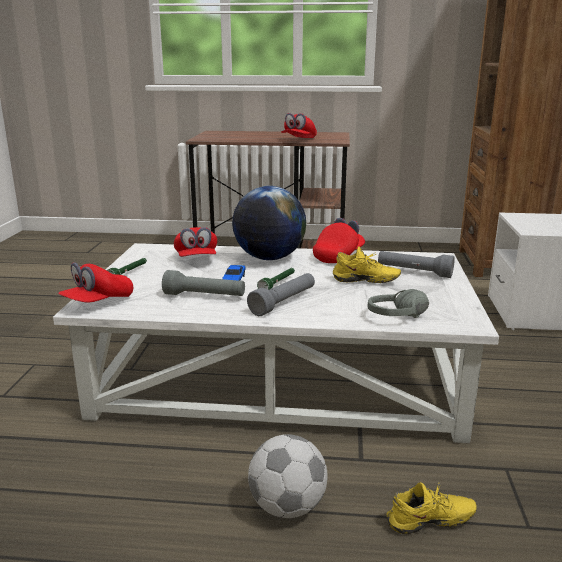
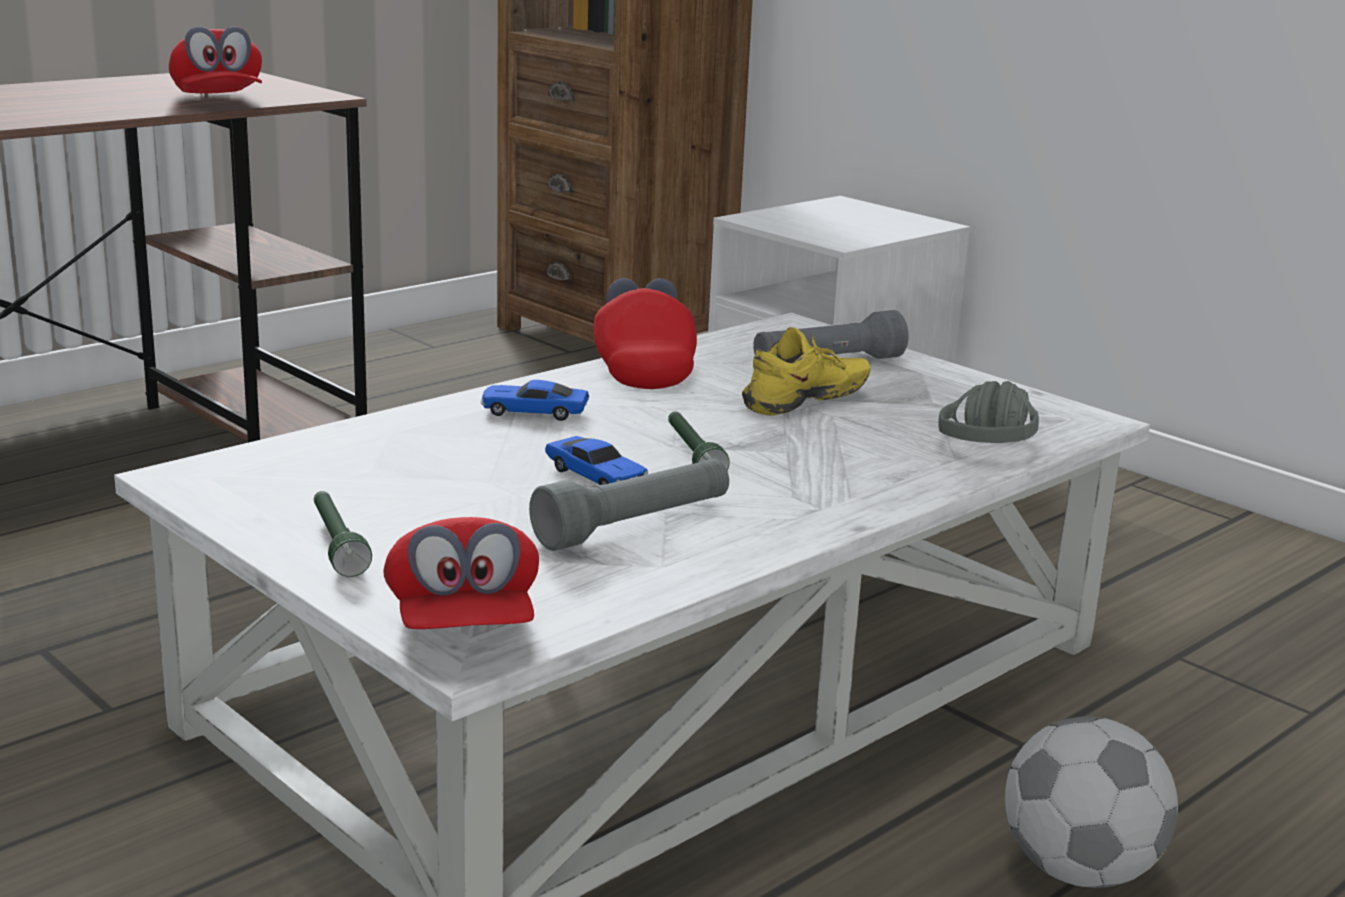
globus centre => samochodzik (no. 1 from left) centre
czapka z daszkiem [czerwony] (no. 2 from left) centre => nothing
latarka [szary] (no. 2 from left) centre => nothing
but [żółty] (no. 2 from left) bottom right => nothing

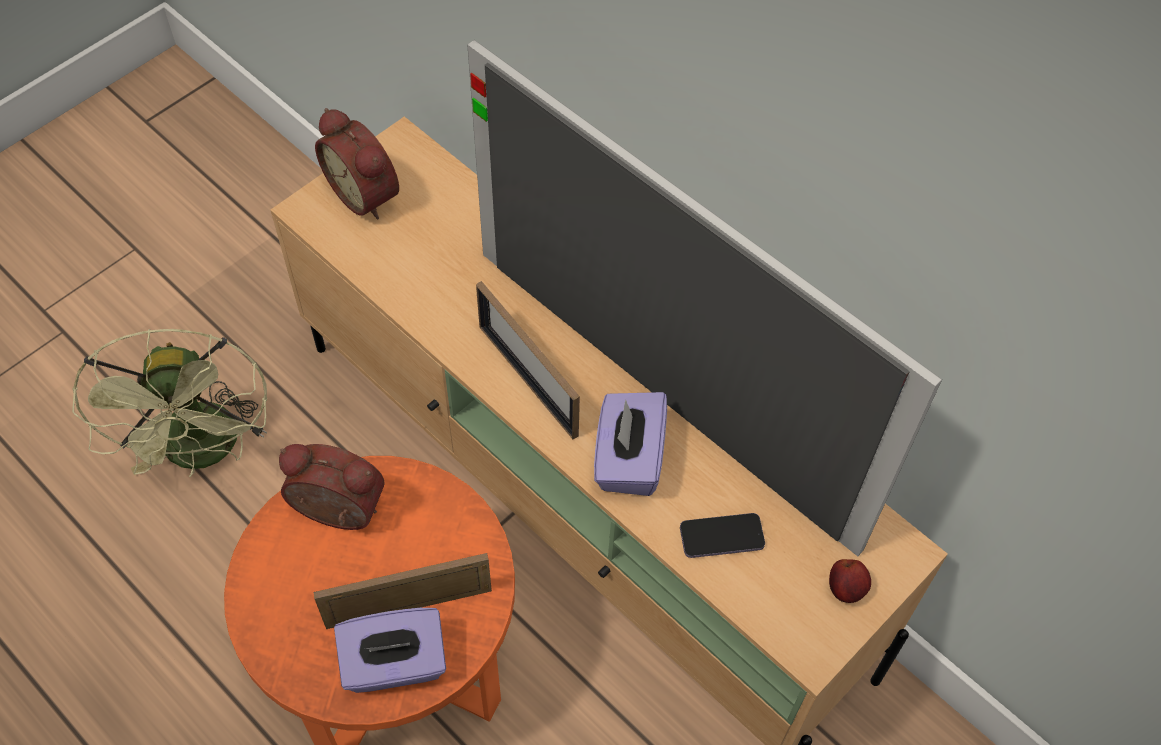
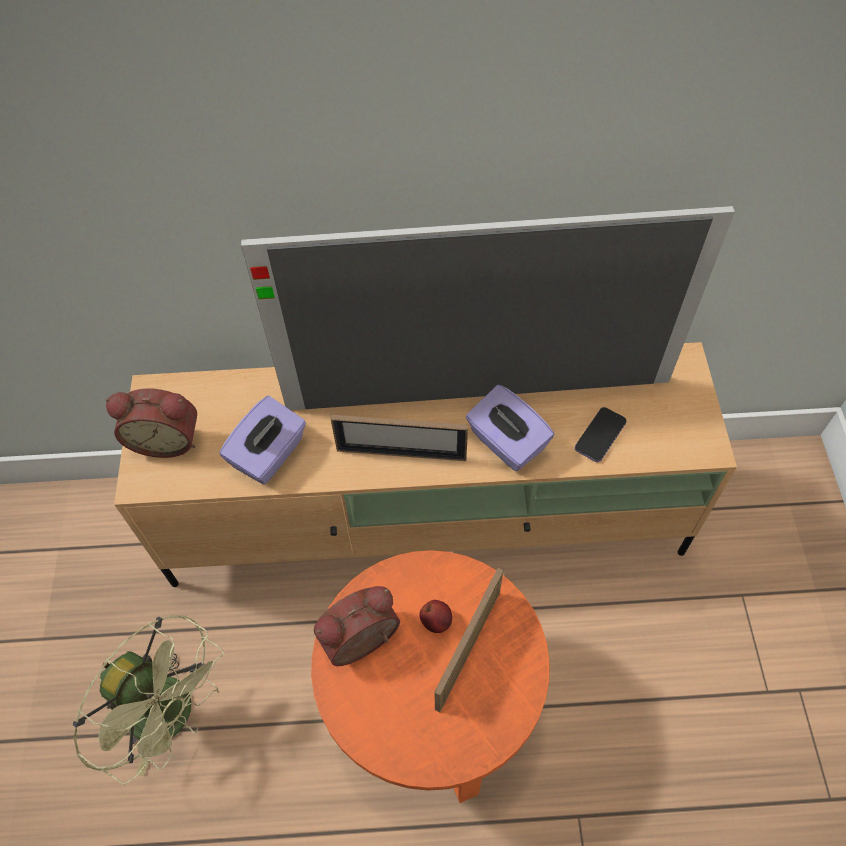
pudełko chusteczek [fioletowy] (no. 1 from left) bottom centre => pudełko chusteczek [fioletowy] (no. 1 from left) middle left, relocated
jabłko bottom right => jabłko bottom centre, relocated

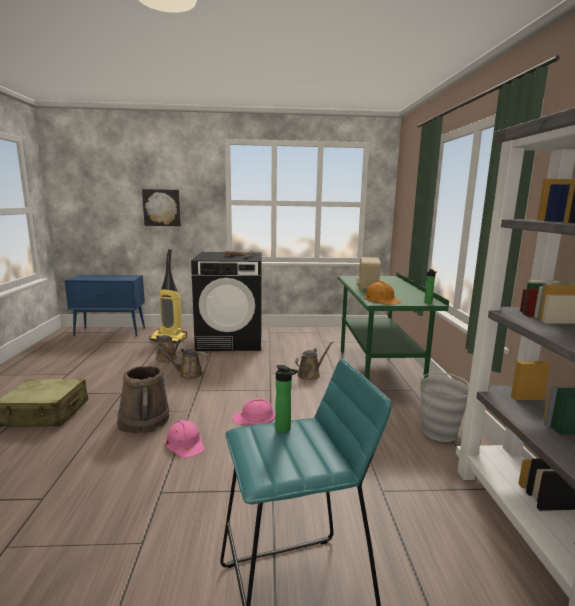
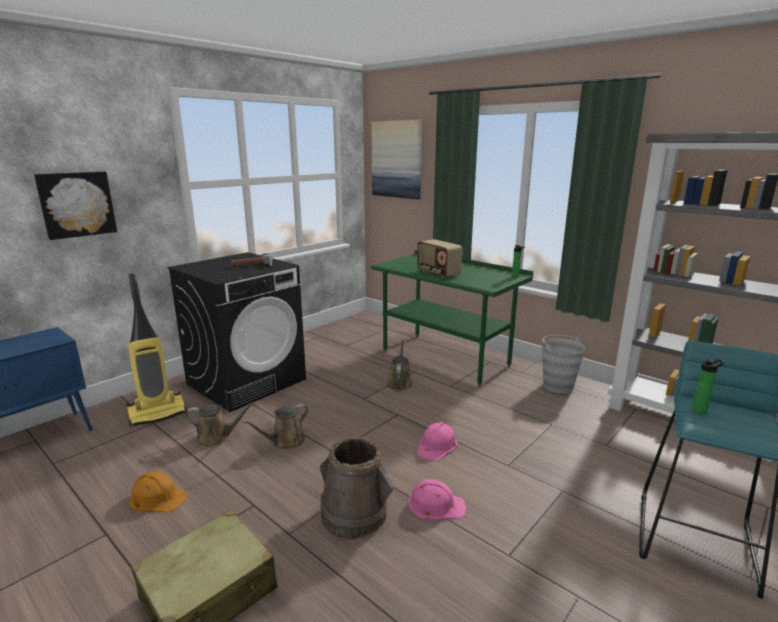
kask [pomarańczowy] centre => kask [pomarańczowy] bottom left, relocated
nothing => obraz (no. 2 from left) top centre

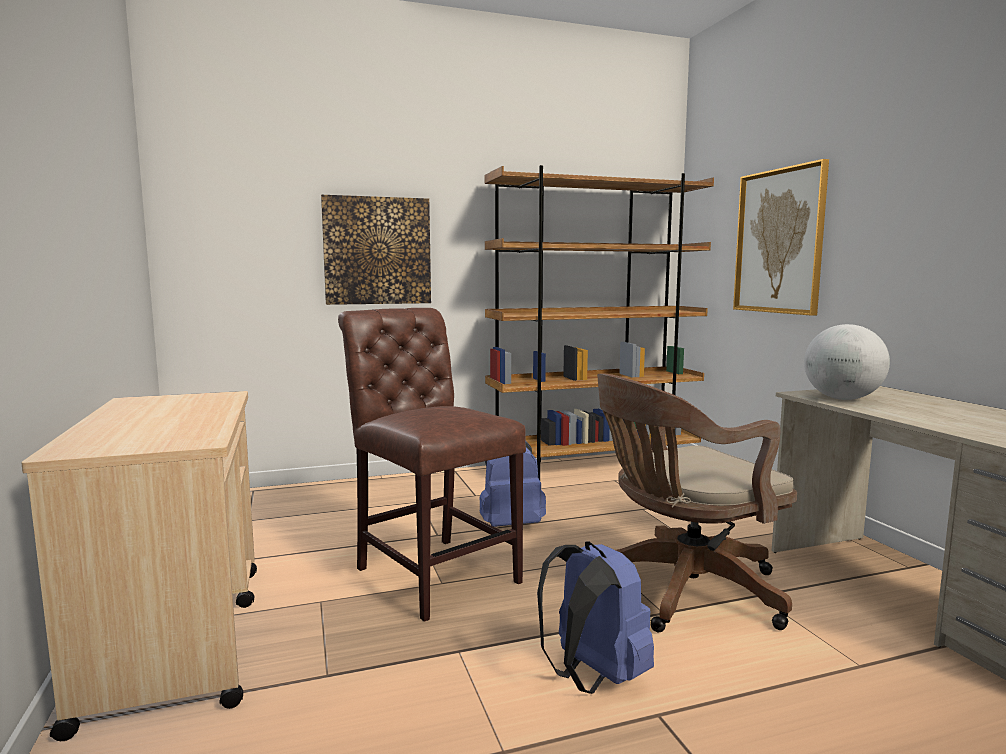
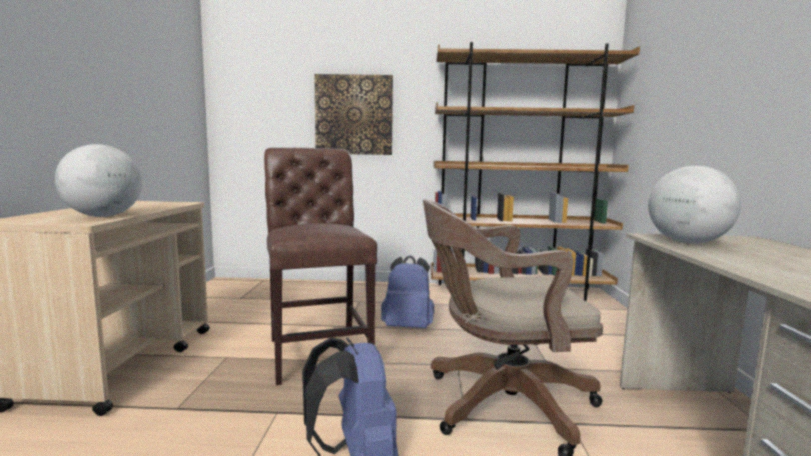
nothing => globus (no. 1 from left) middle left
obraz (no. 2 from left) top right => nothing

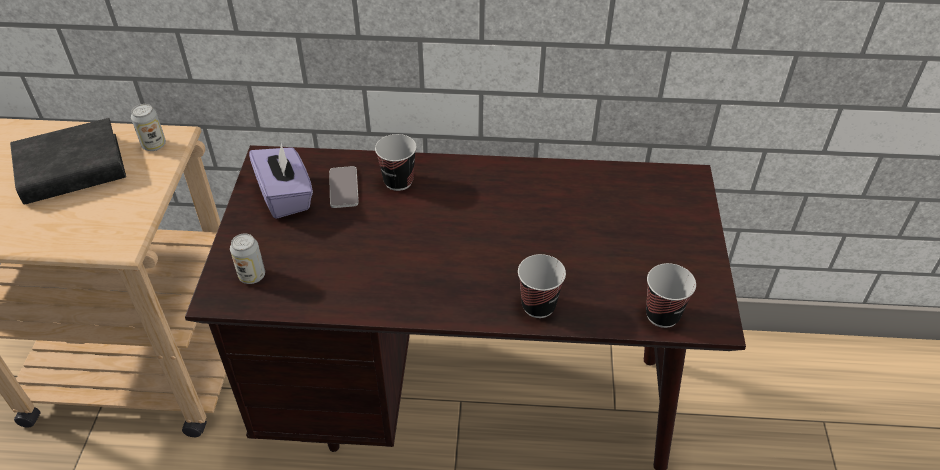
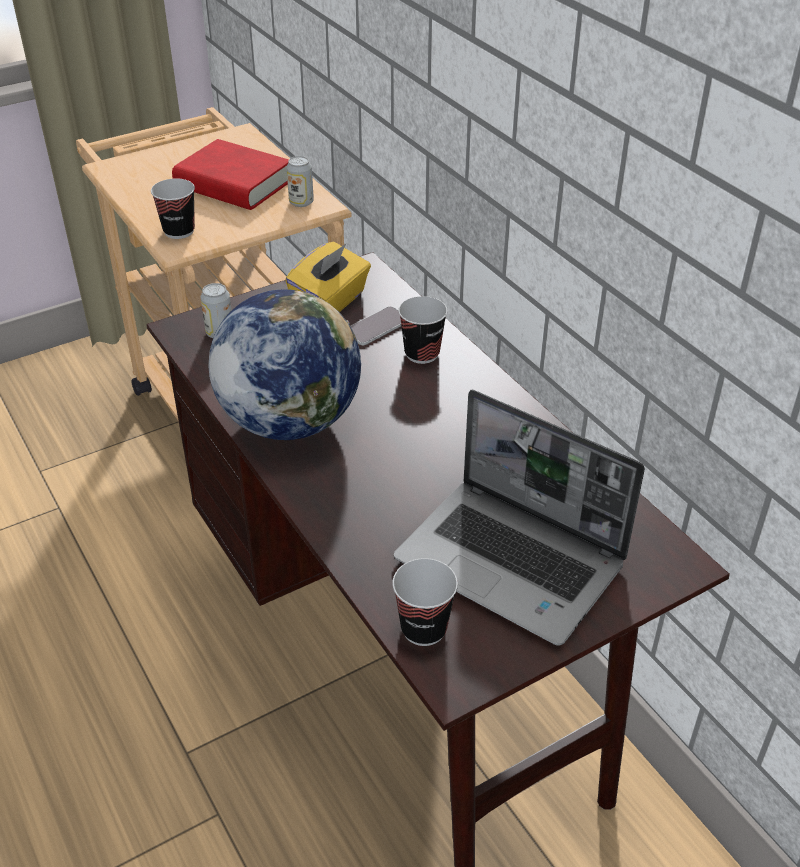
filiżanka (no. 2 from left in the first image) centre => filiżanka (no. 1 from left) top left, relocated
książka [czarny] middle left => książka [czerwony] top left
nothing => globus centre
pudełko chusteczek [fioletowy] middle left => pudełko chusteczek [żółty] top centre
nothing => laptop centre

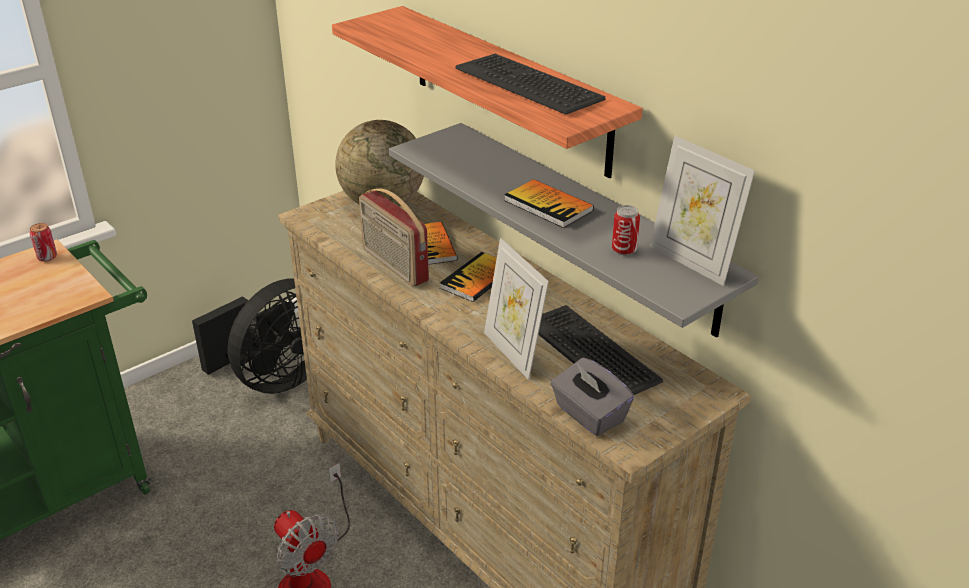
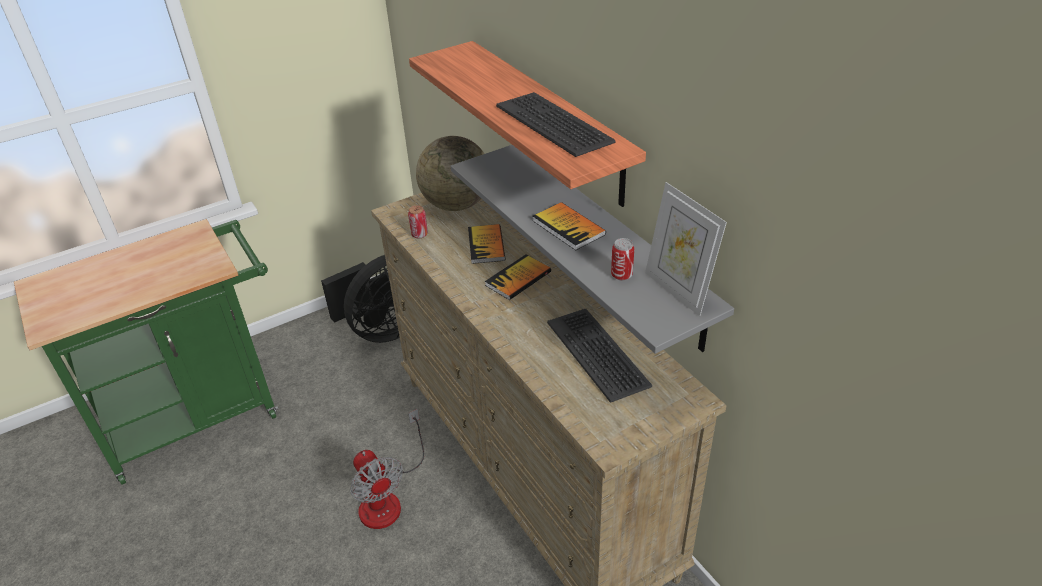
puszka (no. 1 from left) middle left => puszka (no. 1 from left) centre, relocated
radio centre => nothing
ramka na zdjęcie (no. 1 from left) centre => nothing
pudełko chusteczek [szary] bottom centre => nothing

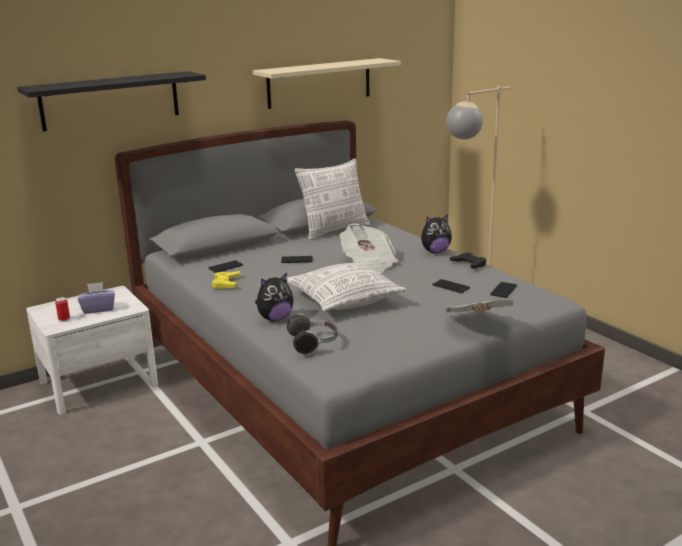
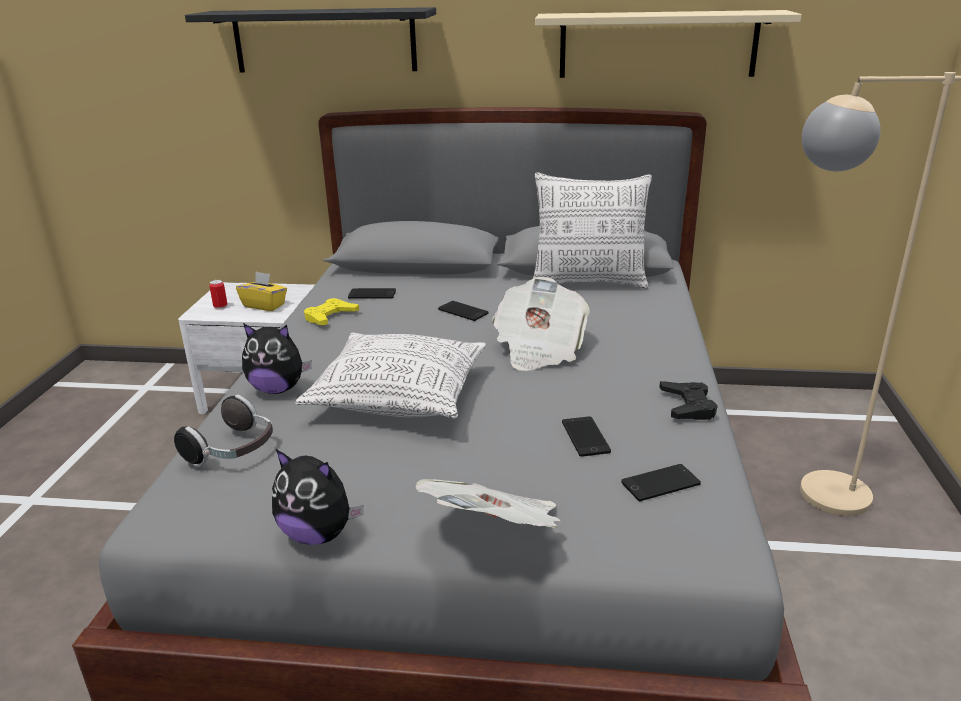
pudełko chusteczek [fioletowy] middle left => pudełko chusteczek [żółty] middle left
pluszak (no. 2 from left) centre => pluszak (no. 2 from left) bottom left, relocated

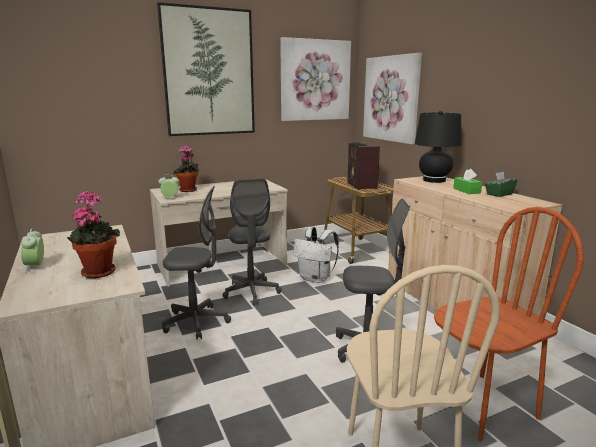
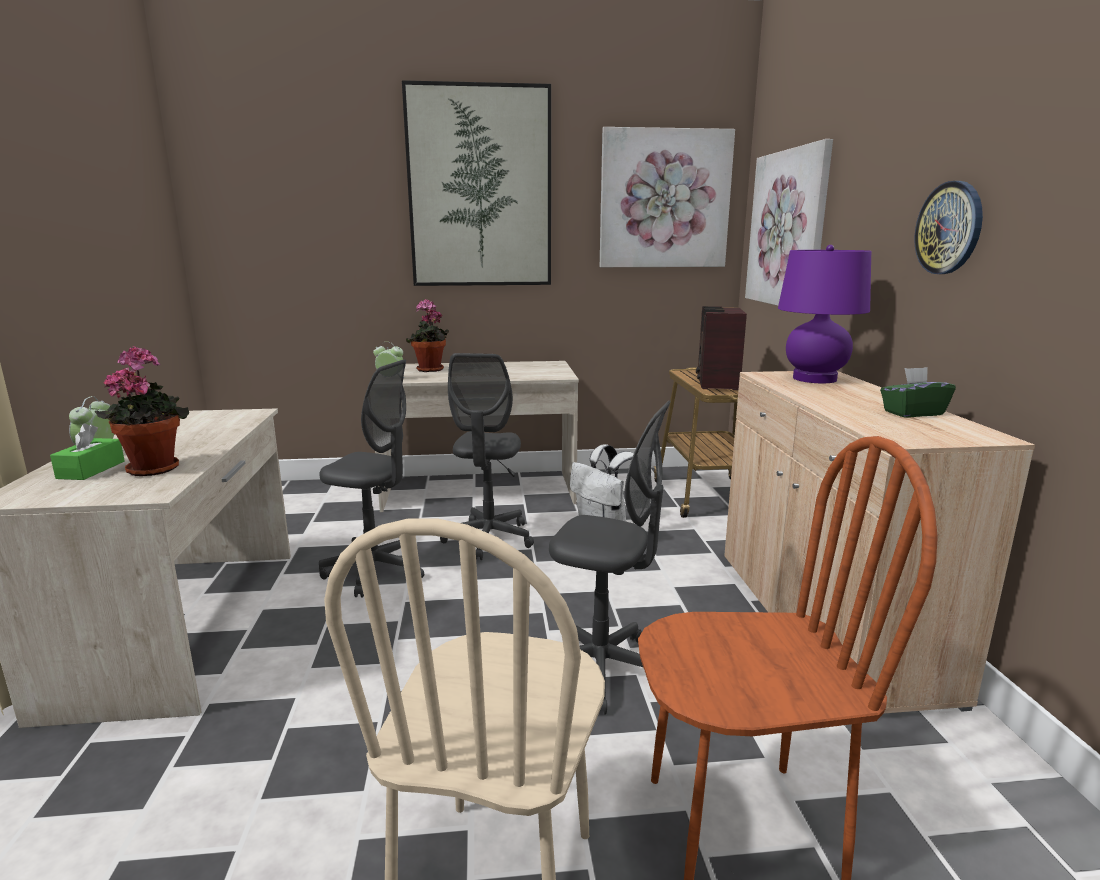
pudełko chusteczek [zielony] (no. 1 from left) middle right => pudełko chusteczek [zielony] (no. 1 from left) middle left, relocated
lampa stołowa [czarny] top right => lampa stołowa [fioletowy] middle right
nothing => zegar ścienny top right

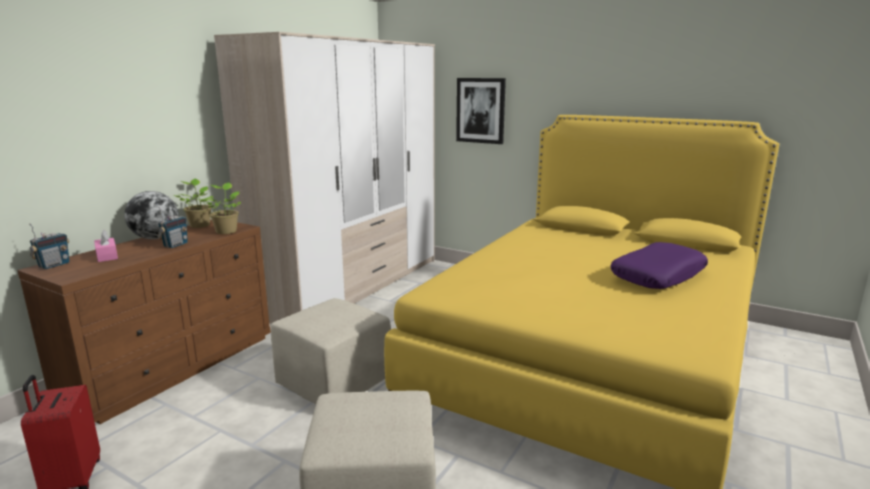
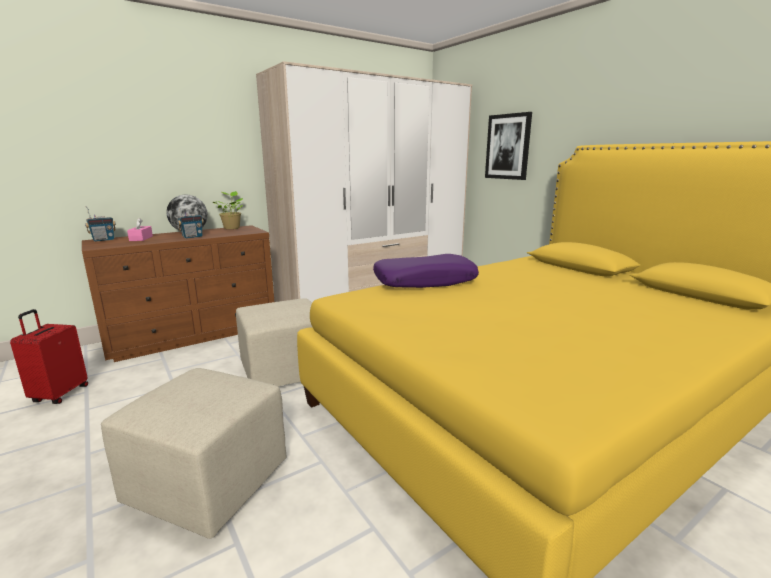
poduszka [fioletowy] middle right => poduszka [fioletowy] centre, relocated
roślina doniczkowa (no. 2 from left) middle left => nothing

